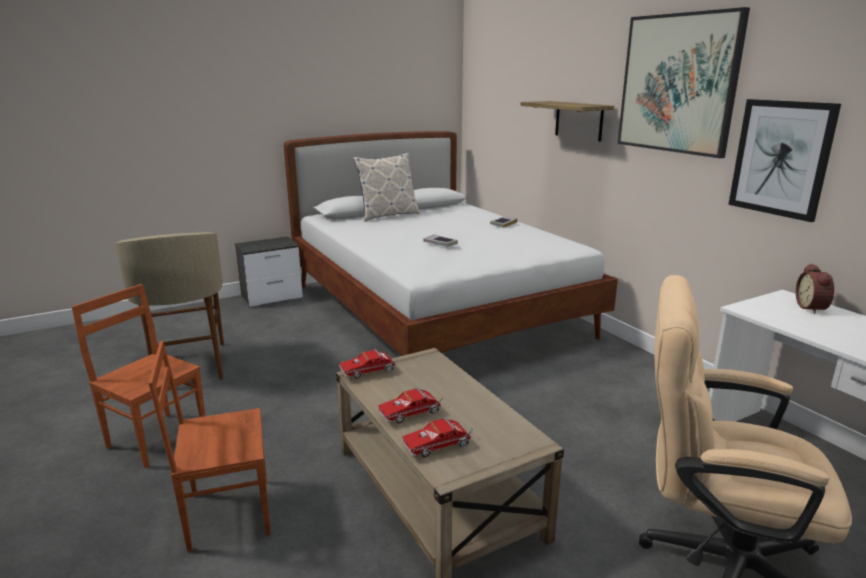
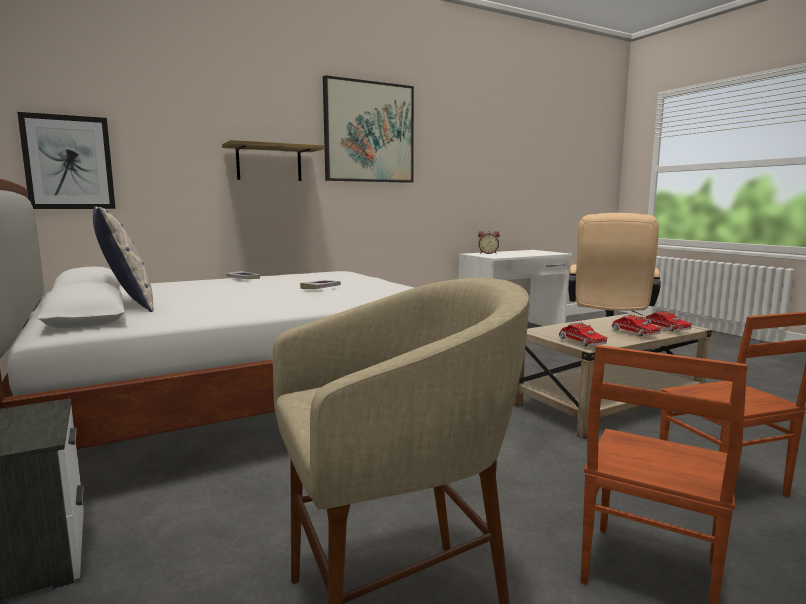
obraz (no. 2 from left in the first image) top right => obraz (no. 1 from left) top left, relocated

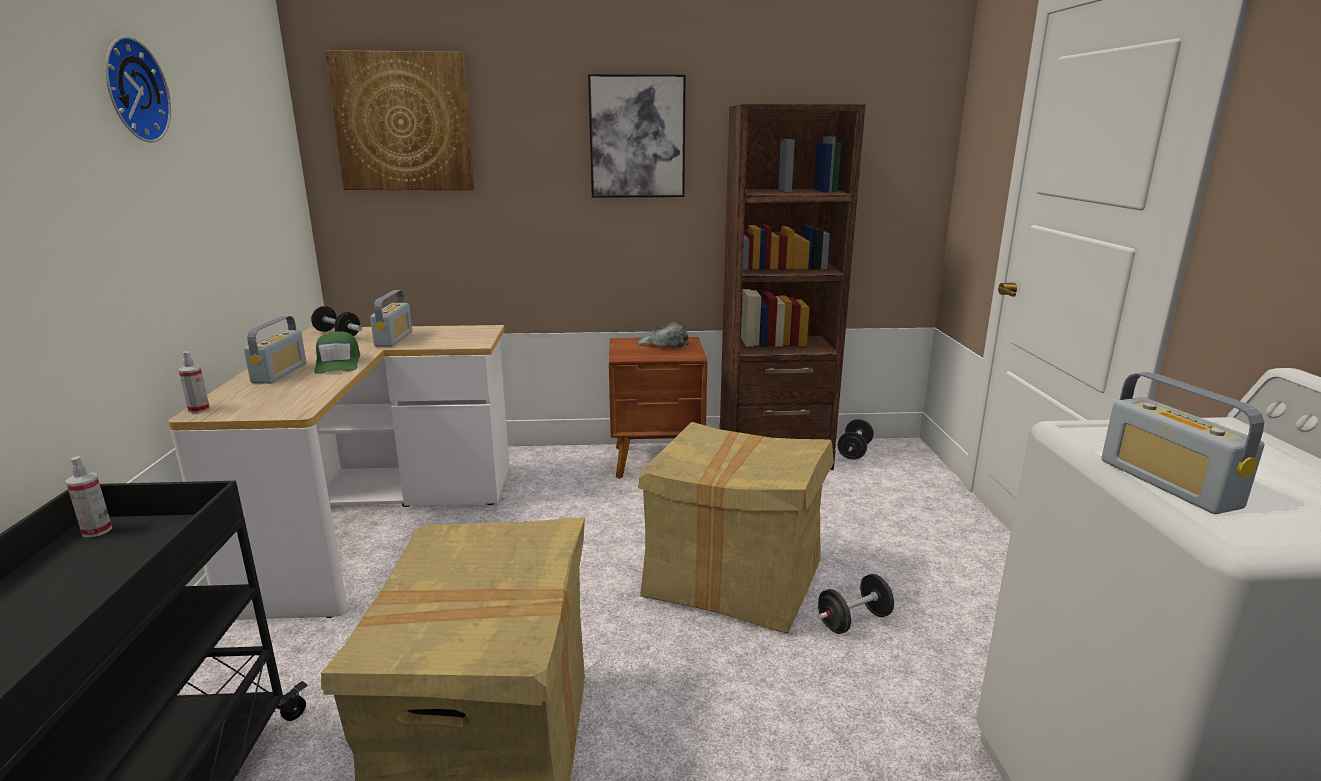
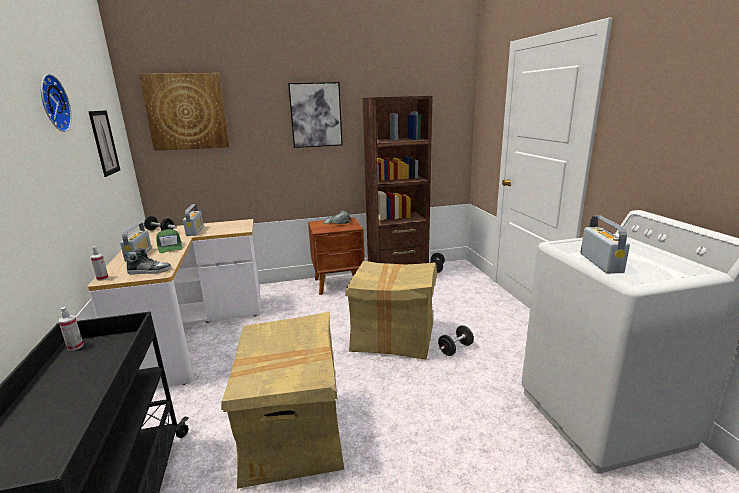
nothing => obraz (no. 1 from left) top left
nothing => but middle left
radio (no. 3 from left) middle right, 150 degrees counterclockwise

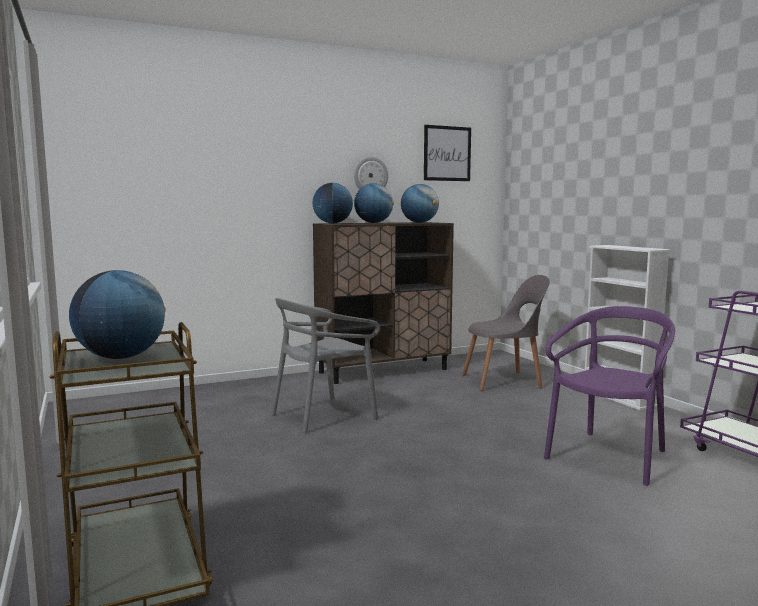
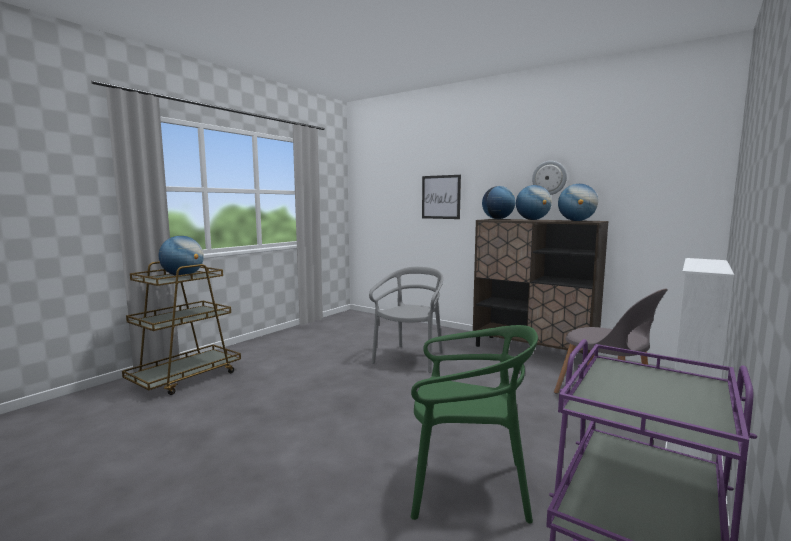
krzesło [szary] (no. 1 from left) centre, 90 degrees clockwise
krzesło [fioletowy] middle right => krzesło [zielony] bottom centre
obraz top centre => obraz centre, relocated

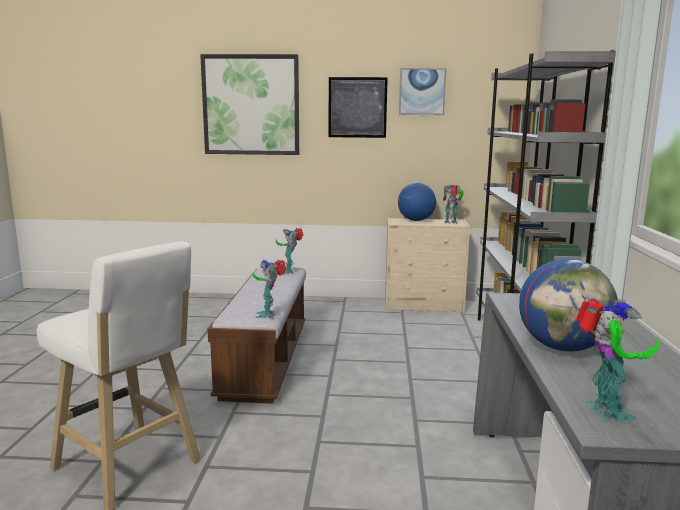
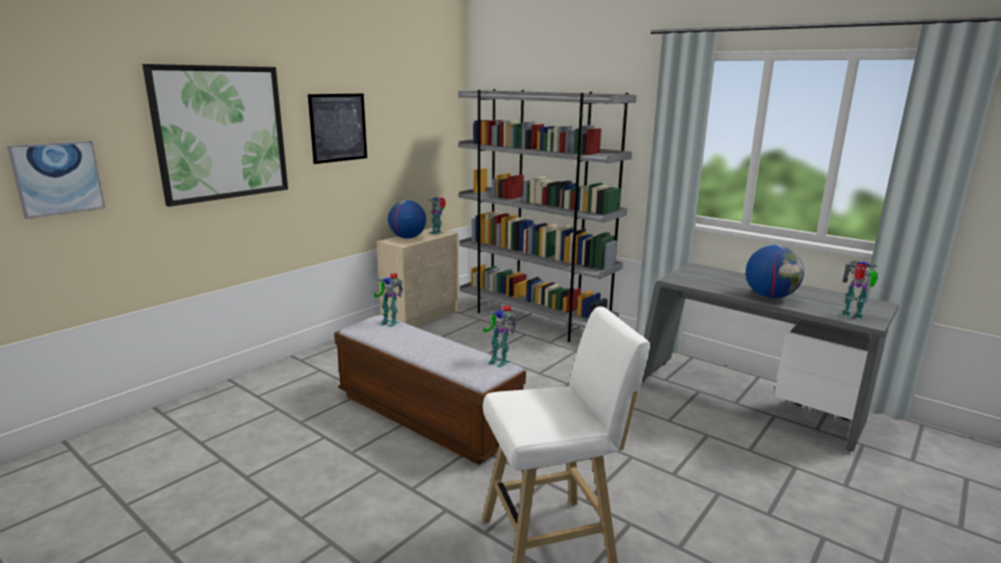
obraz (no. 3 from left in the first image) top centre => obraz (no. 1 from left) top left, relocated

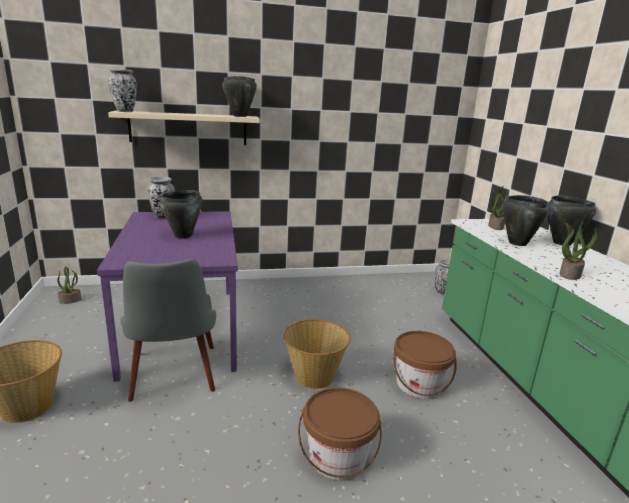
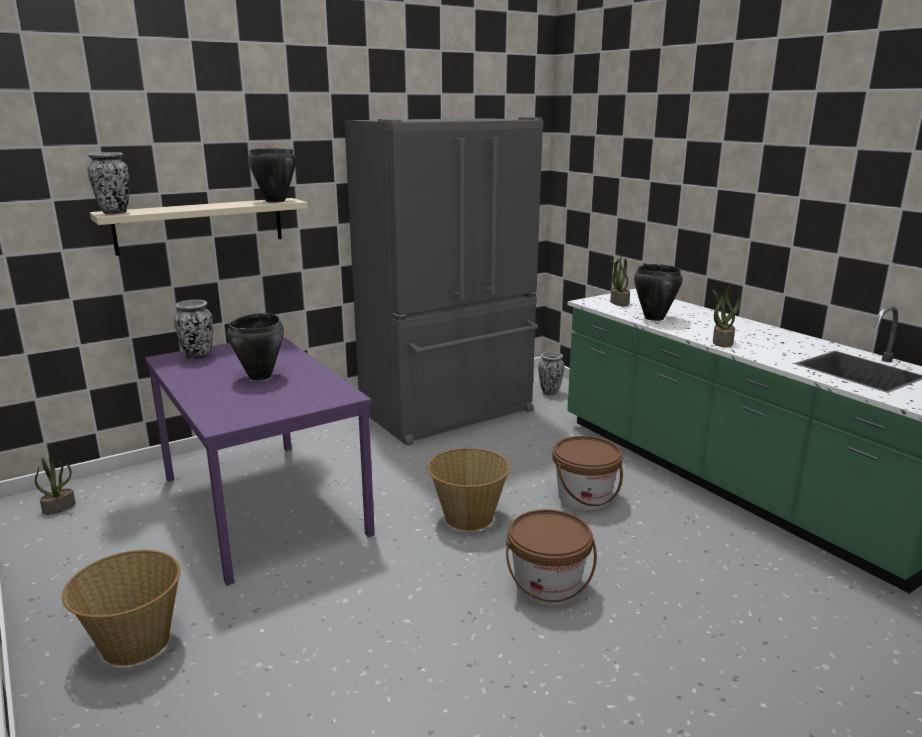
nothing => lodówka [szary] centre
krzesło [szary] middle left => nothing
garnek [czarny] (no. 4 from left) middle right => nothing

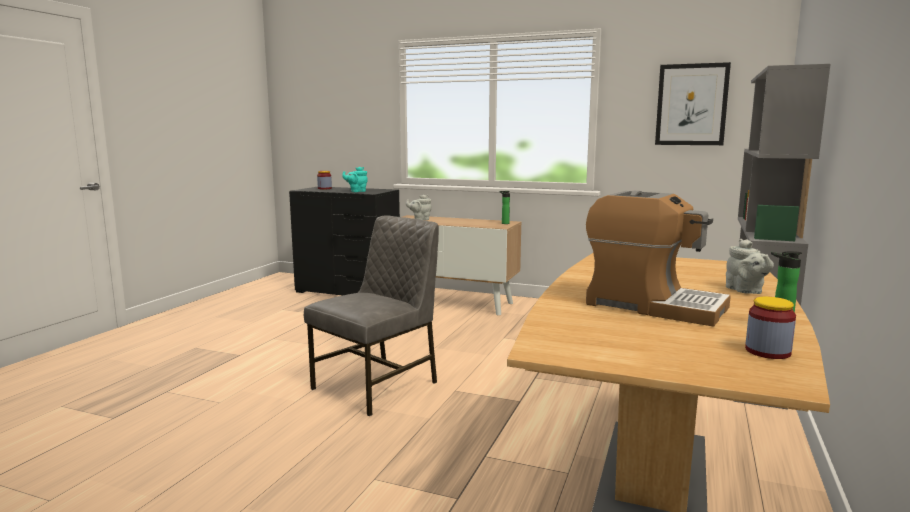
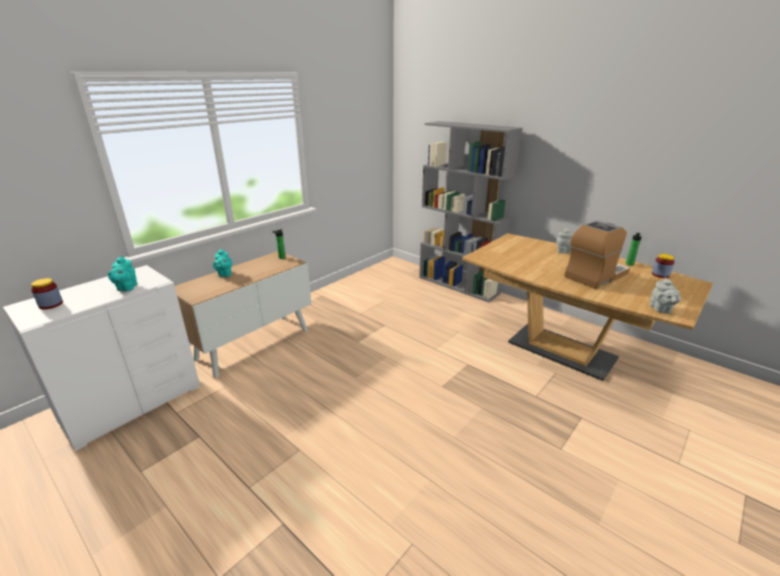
komoda [czarny] centre => komoda [biały] middle left
nothing => imbryk [turkusowy] (no. 2 from left) middle left
imbryk [szary] (no. 1 from left in the first image) centre => imbryk [szary] (no. 2 from left) middle right, relocated
krzesło [szary] centre => nothing
obraz top right => nothing

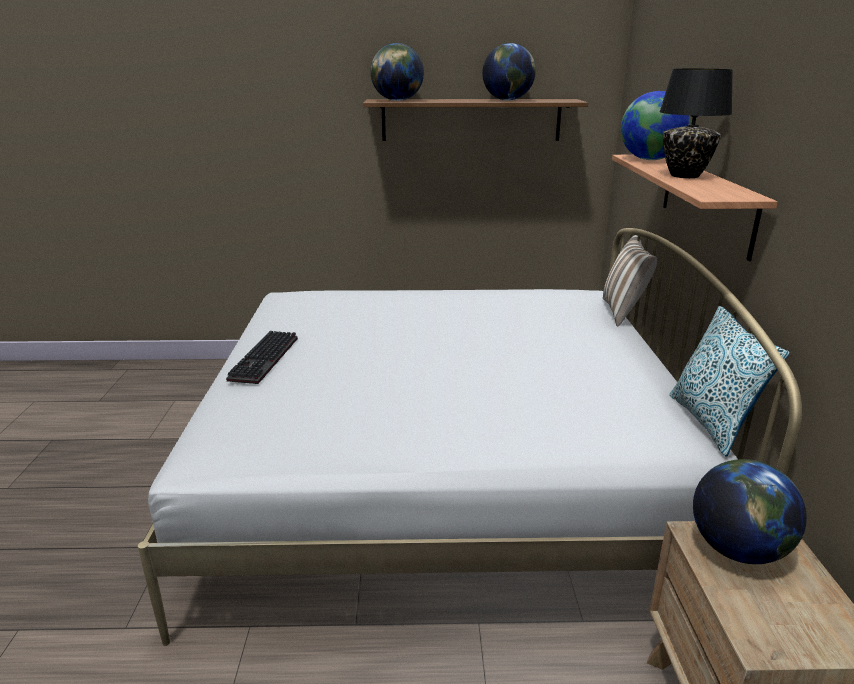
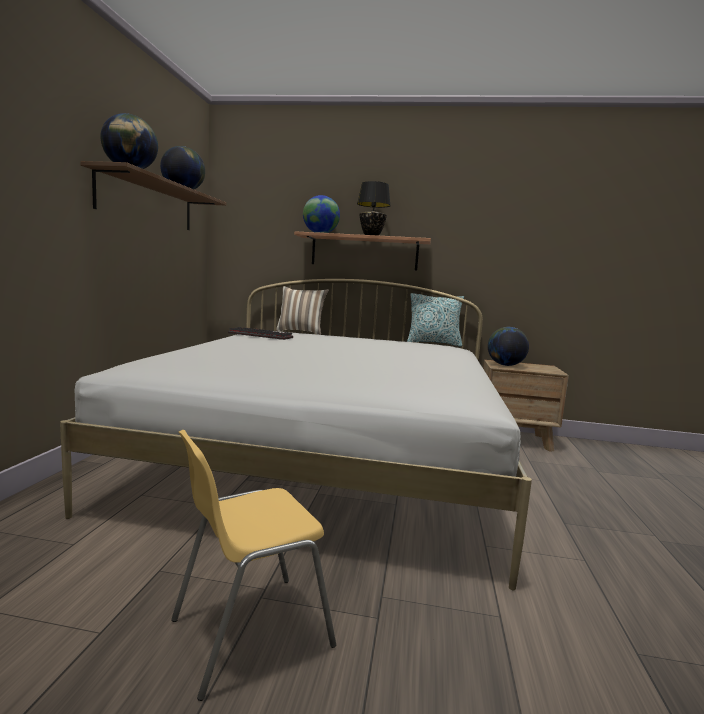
nothing => krzesło [żółty] bottom centre
klawiatura middle left => klawiatura centre, relocated

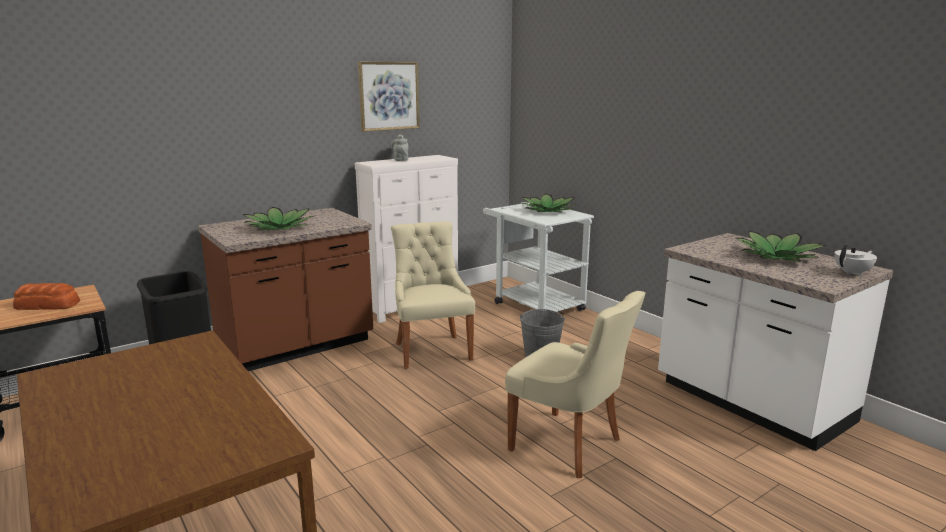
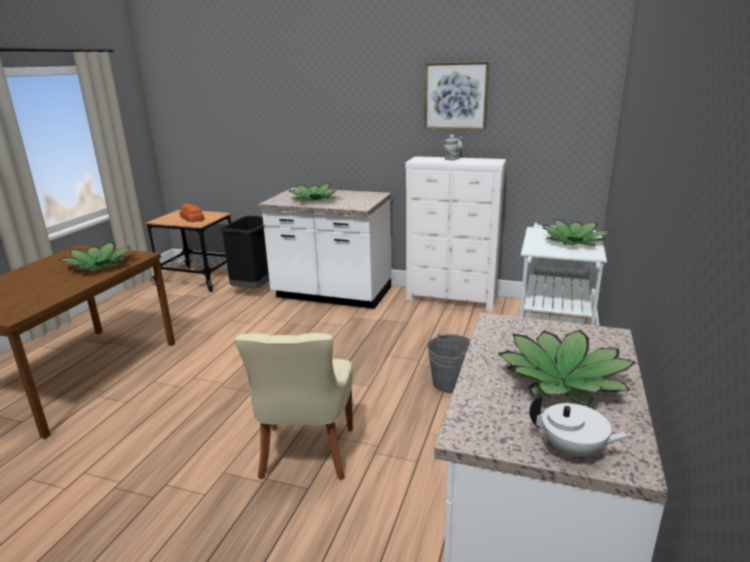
nothing => roślina doniczkowa (no. 1 from left) middle left
zabudowa kuchenna [brązowy] middle left => zabudowa kuchenna [biały] (no. 1 from left) centre
krzesło [beżowy] (no. 1 from left) centre => nothing

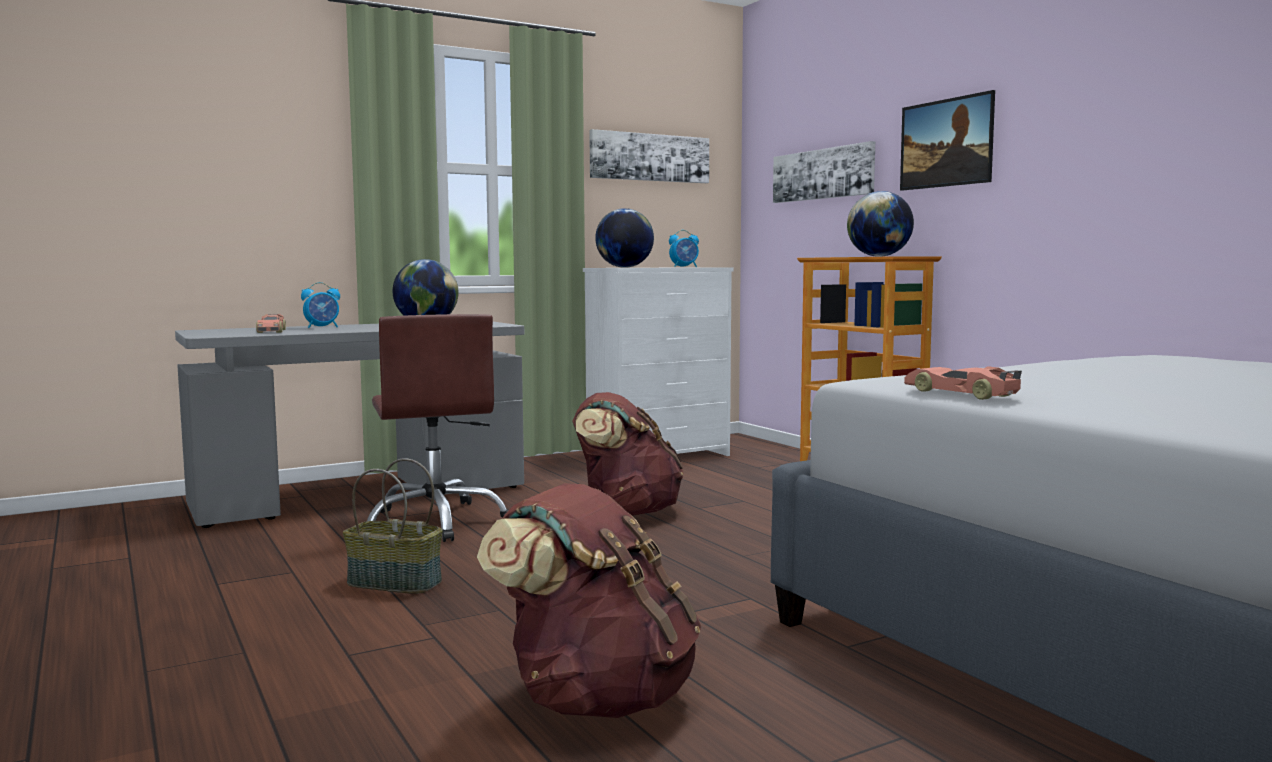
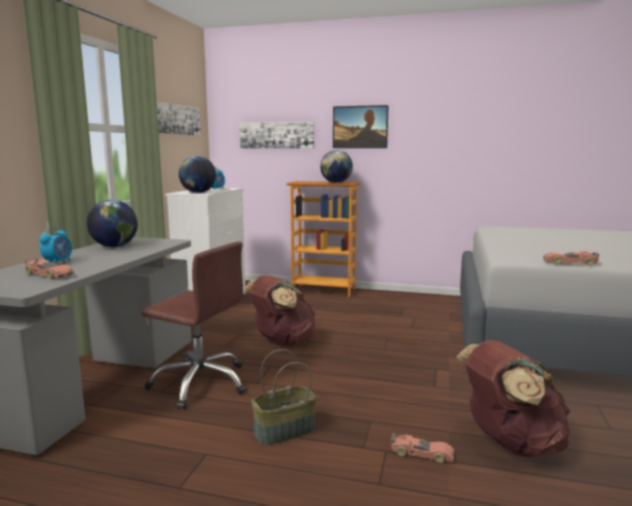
nothing => samochodzik (no. 2 from left) bottom right

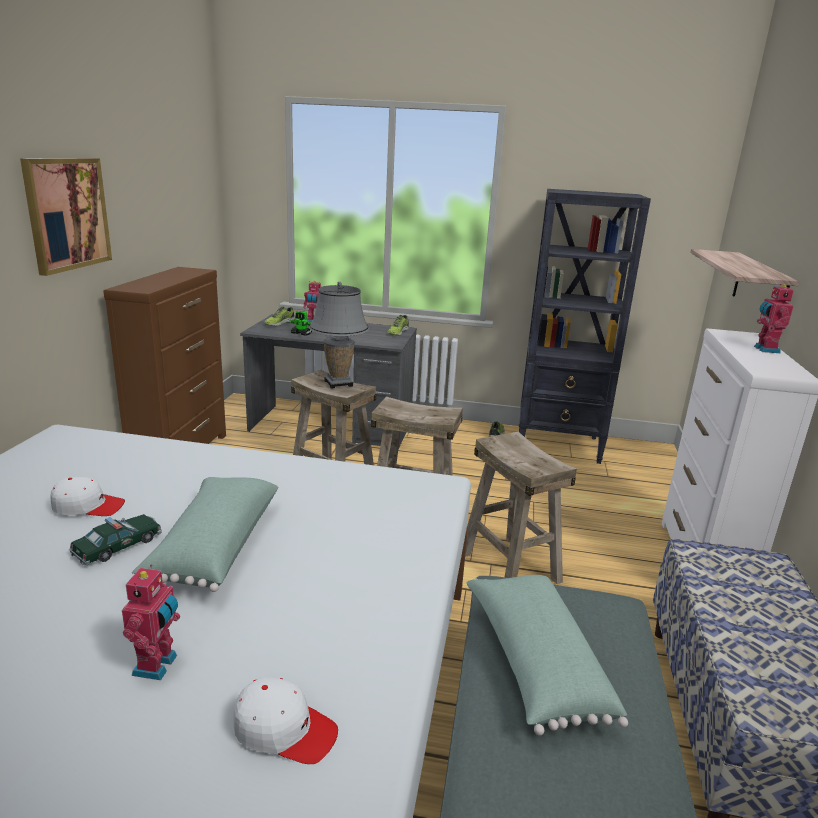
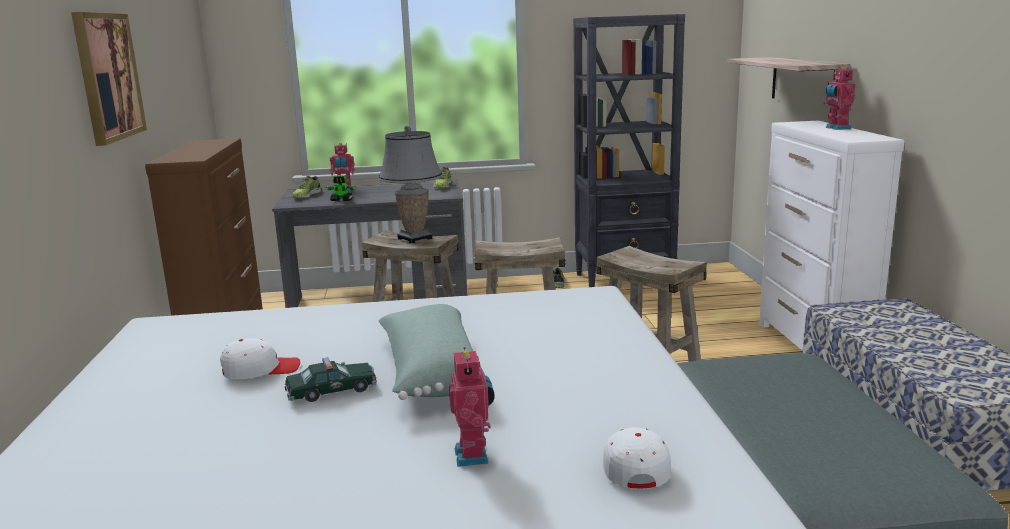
samochodzik middle left => samochodzik bottom left, 45 degrees clockwise
czapka z daszkiem [biały] (no. 2 from left) bottom centre, 90 degrees counterclockwise
poduszka [zielony] (no. 2 from left) bottom right => nothing

